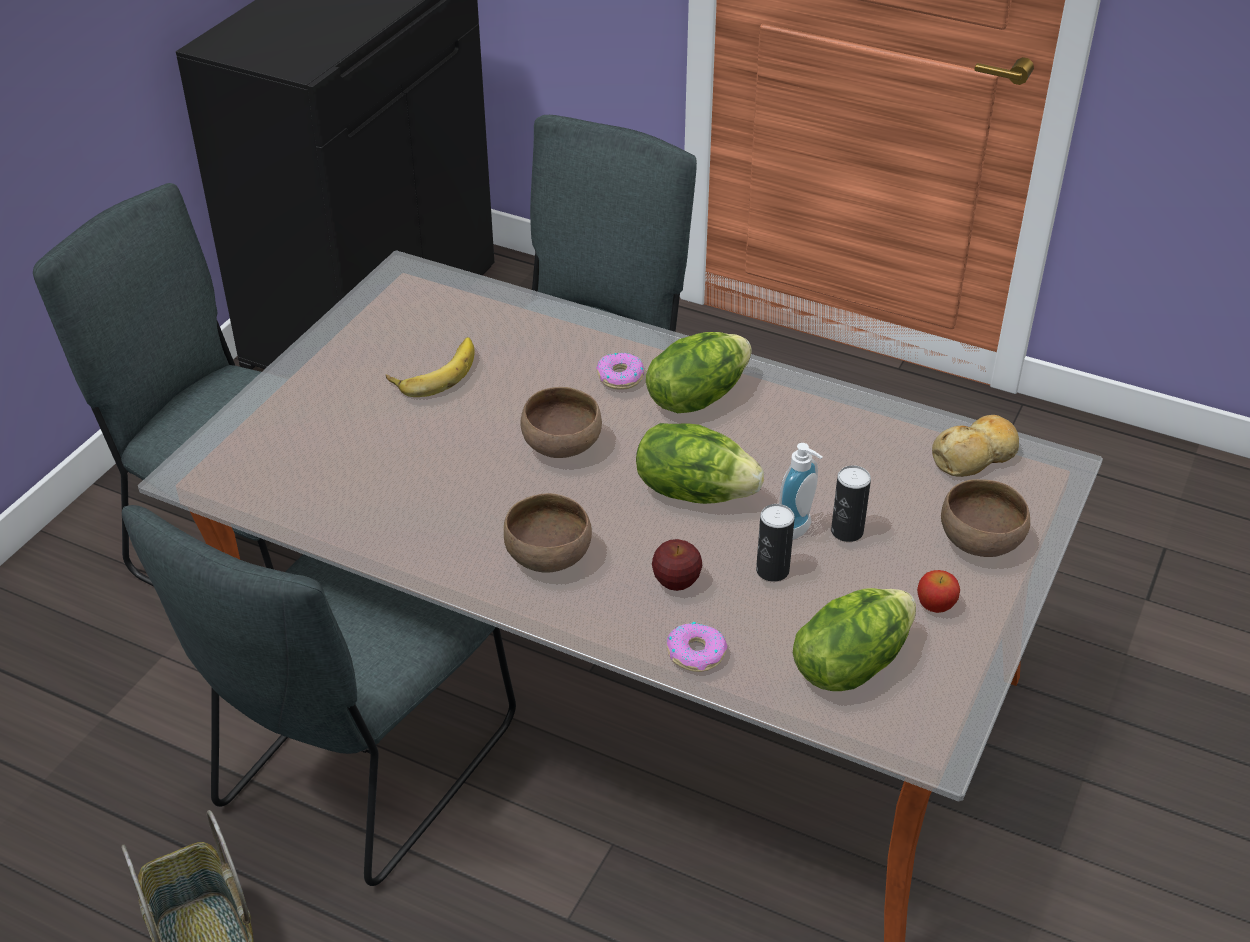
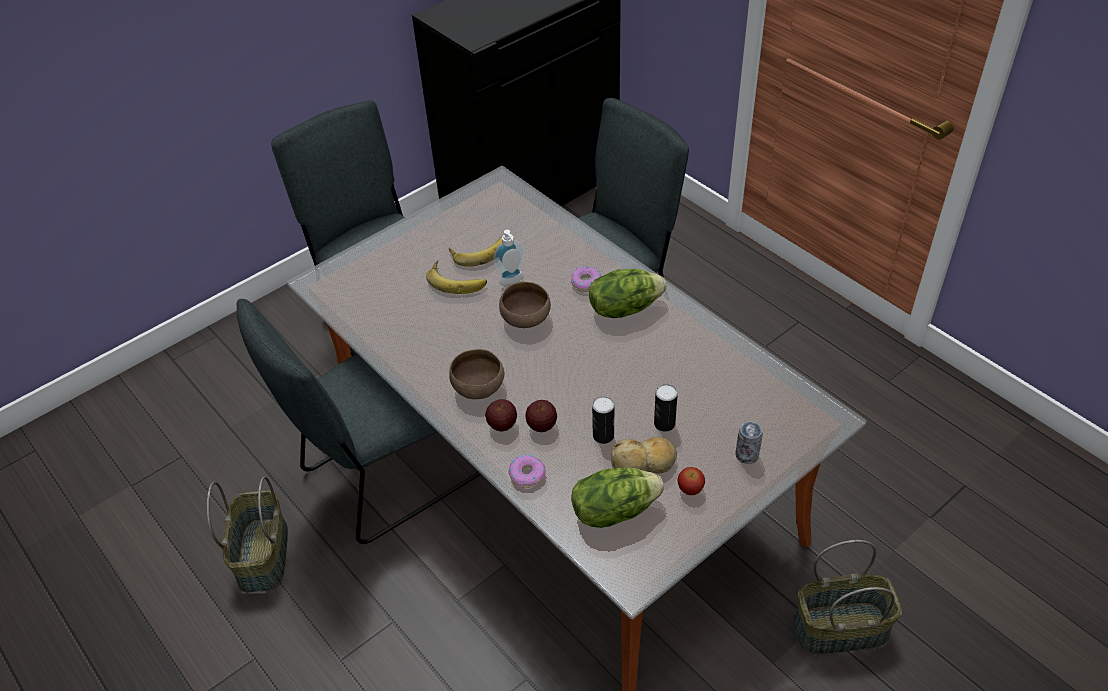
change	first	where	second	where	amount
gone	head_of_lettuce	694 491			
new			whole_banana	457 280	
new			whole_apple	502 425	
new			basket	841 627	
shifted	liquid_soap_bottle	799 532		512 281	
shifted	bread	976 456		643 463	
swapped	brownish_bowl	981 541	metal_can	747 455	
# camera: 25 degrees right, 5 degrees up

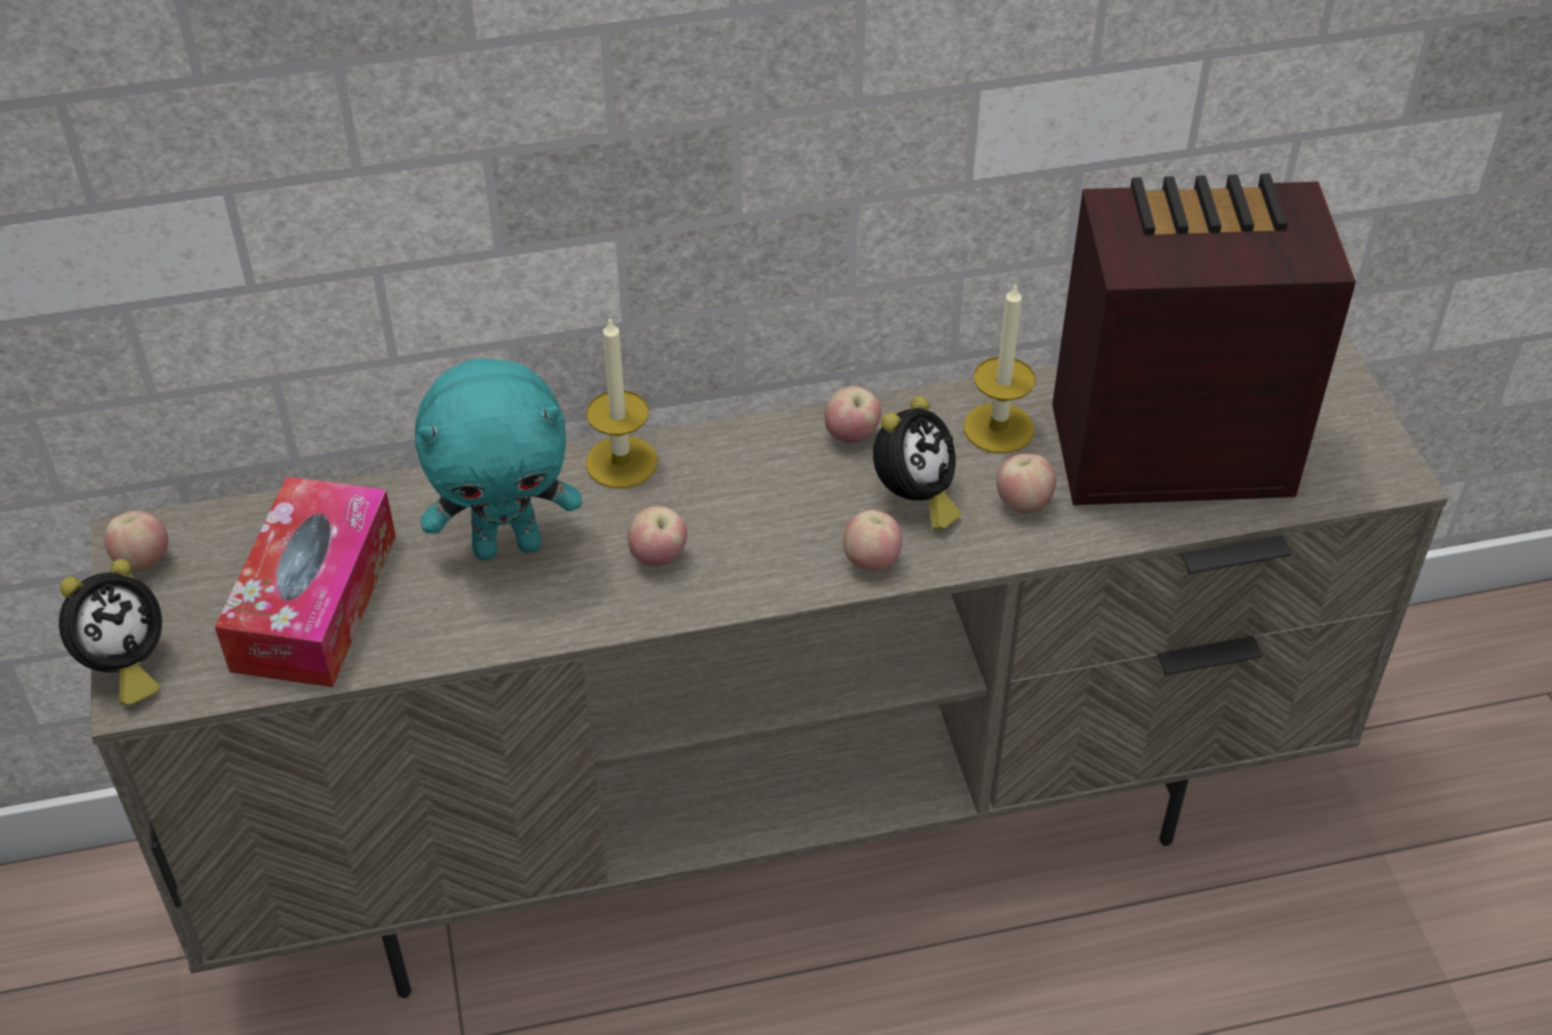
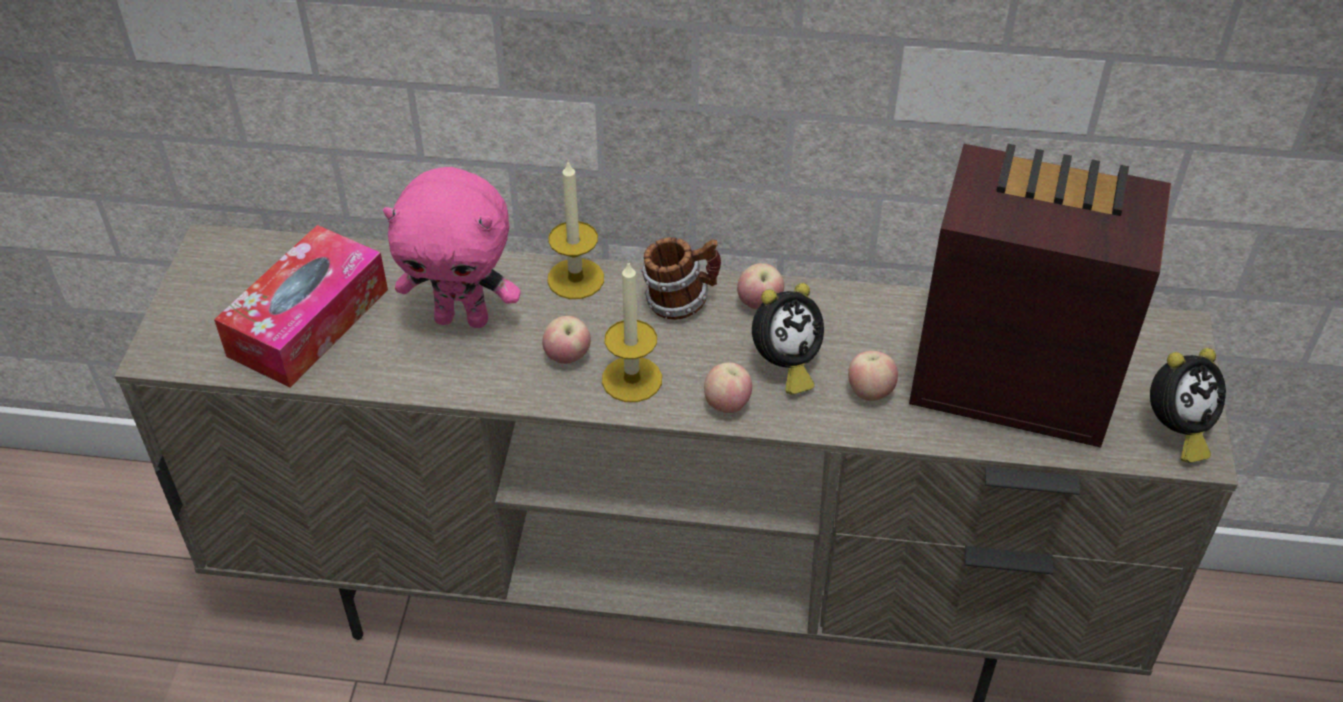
change	first	where	second	where	amount
gone	whole_apple	143 561			
new			coffee_mug	680 301	
shifted	alarm_clock	124 666		1175 430	
shifted	candle	998 428		632 379	
repainted	blue-green_soft_toy	508 545	pink_soft_toy	463 318	
# camera: 20 degrees right, 0 degrees up

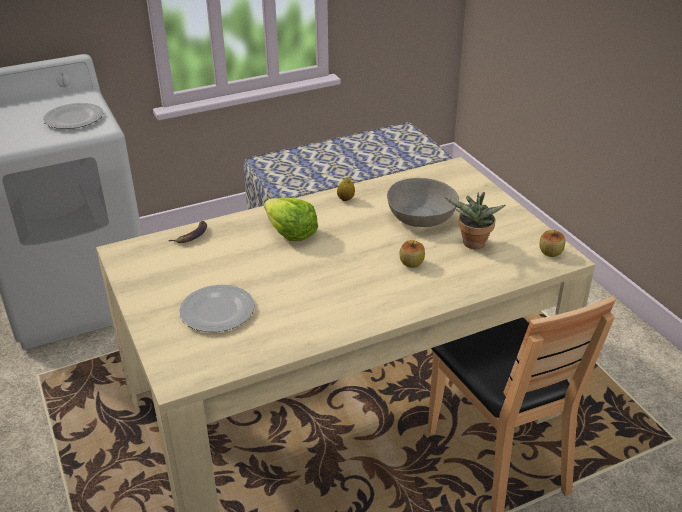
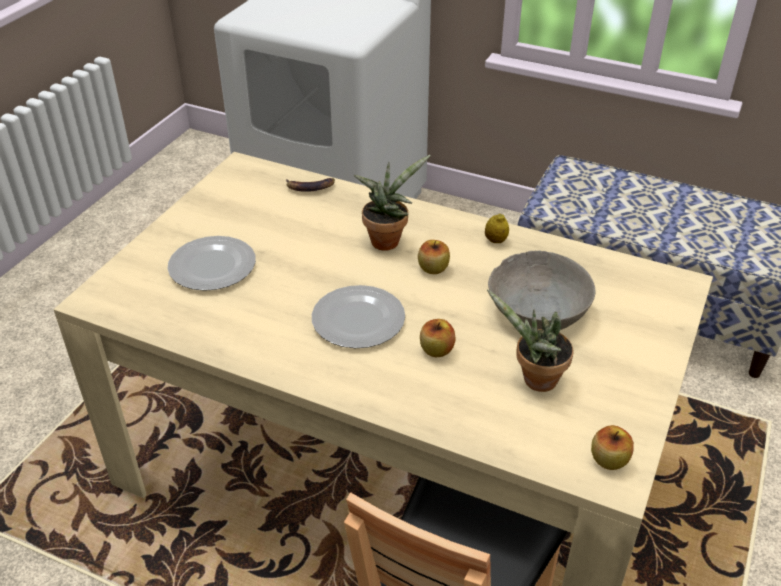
change	first	where	second	where	amount
new			whole_apple	433 268	
shifted	flat_dish	74 118		359 319	
swapped	head_of_lettuce	290 233	houseplant	387 239	
# camera: 50 degrees right, 5 degrees up

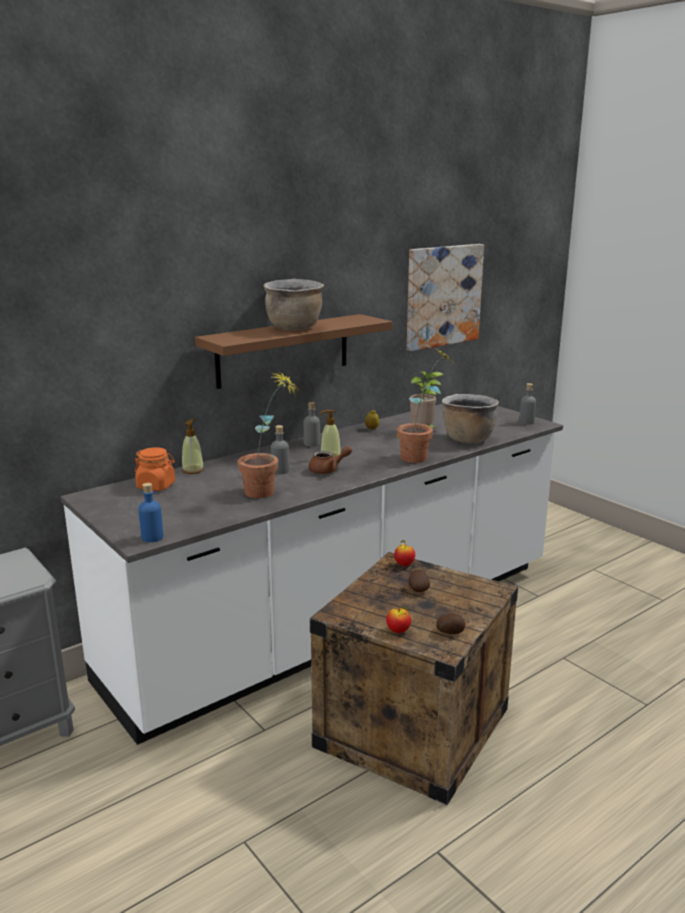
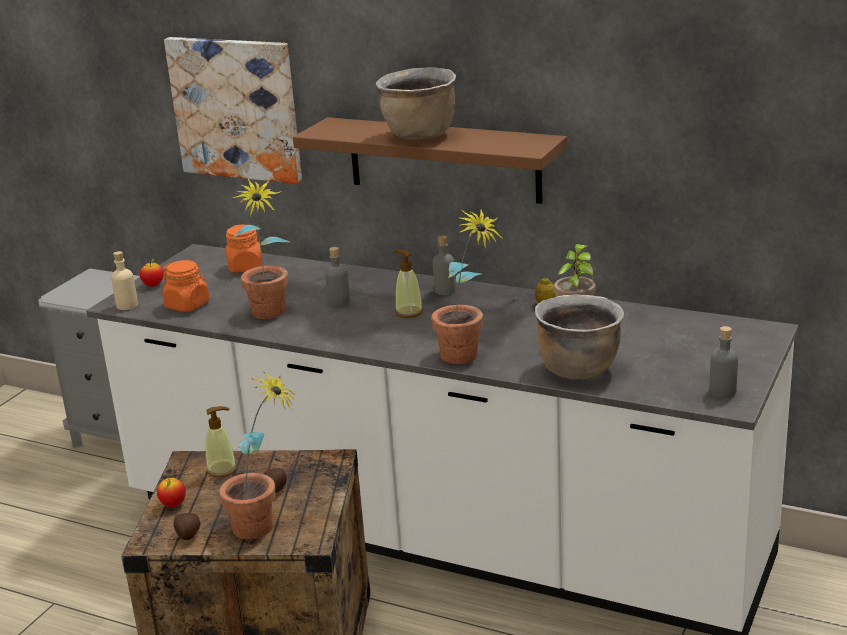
change	first	where	second	where	amount
gone	brownish_tea_pot	328 470			
new			orangey_jar	187 305	
new			houseplant	265 528	
shifted	liquid_soap_bottle	193 470		222 470	
shifted	whole_apple	404 564		153 285	
shifted	wall_picture	442 296		236 108	
repainted	blue_drink_bottle	152 537	beige_drink_bottle	127 305	
# camera: 65 degrees right, 5 degrees up

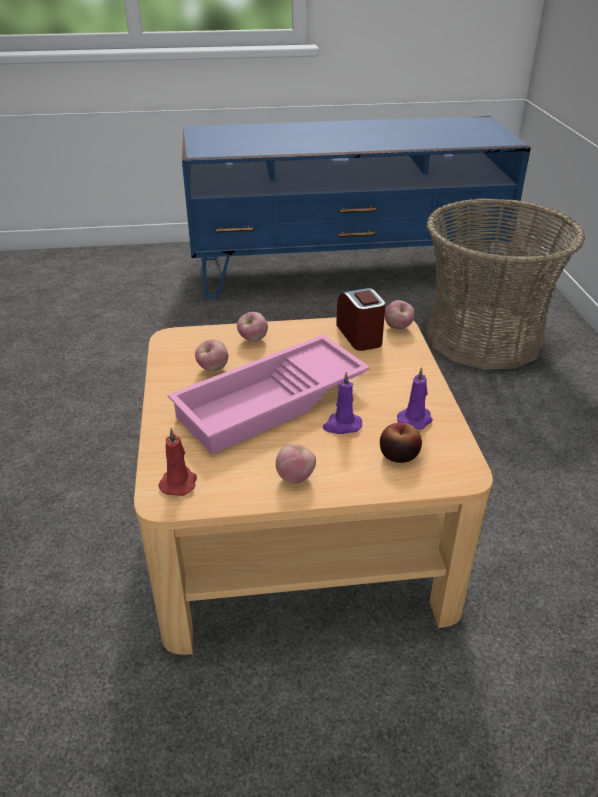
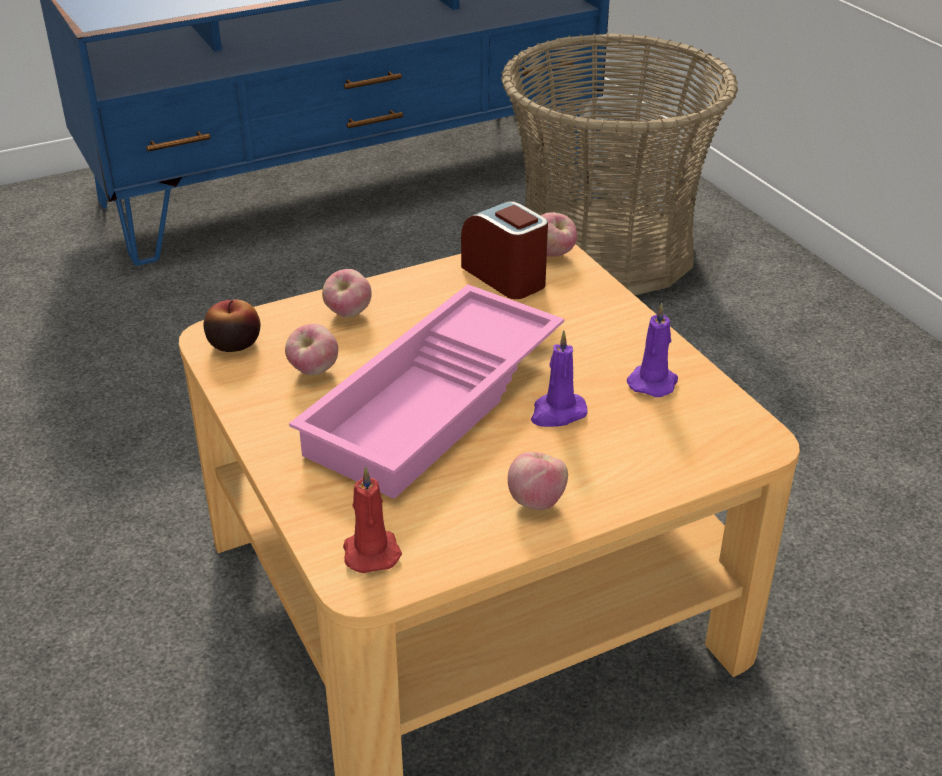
change	first	where	second	where	amount
shifted	whole_apple	399 455		234 343	
# camera: 20 degrees left, 0 degrees up

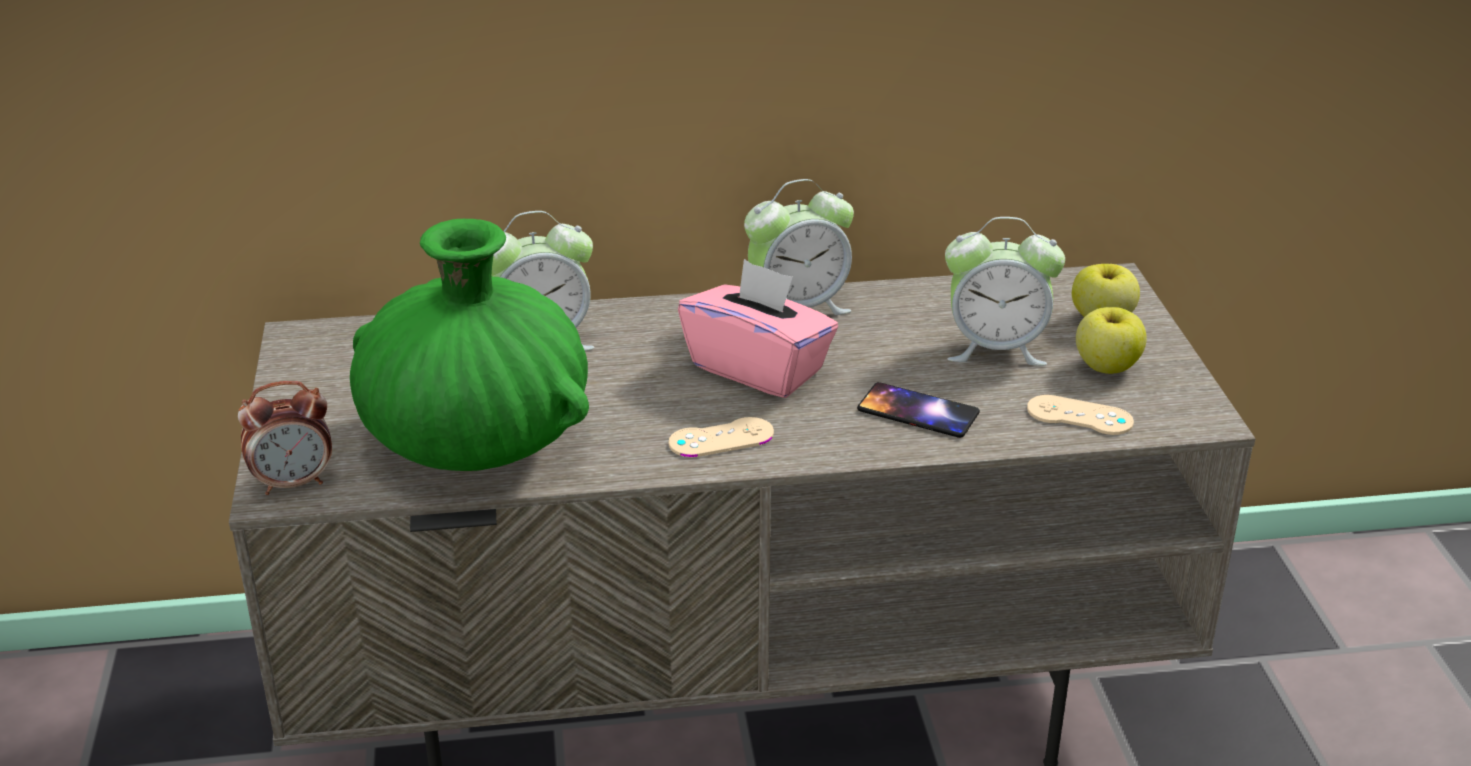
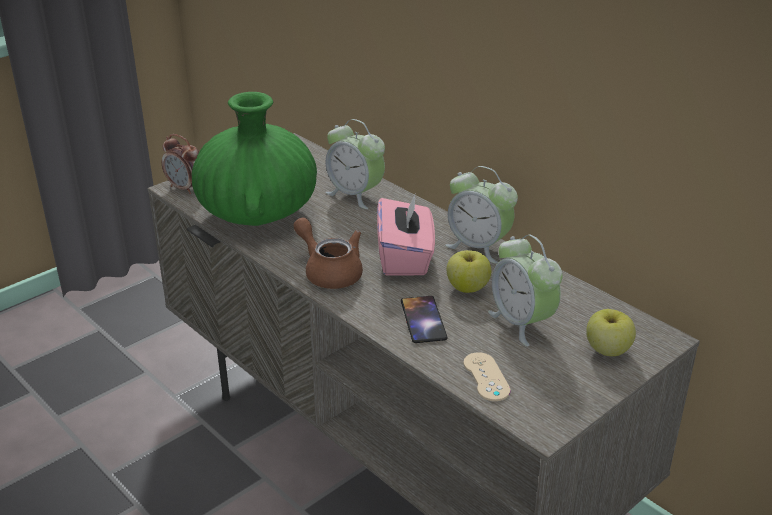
change	first	where	second	where	amount
shifted	whole_apple	1106 366		467 287	
swapped	beige_gamepad	721 438	brownish_tea_pot	329 271	
# camera: 55 degrees right, 0 degrees up

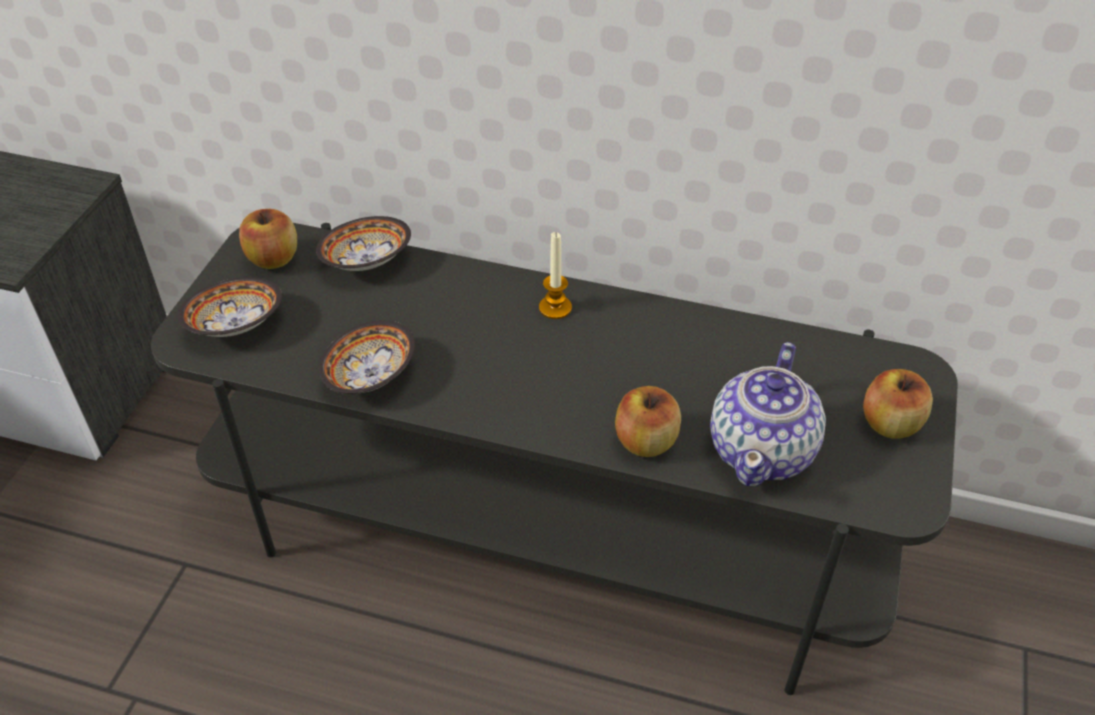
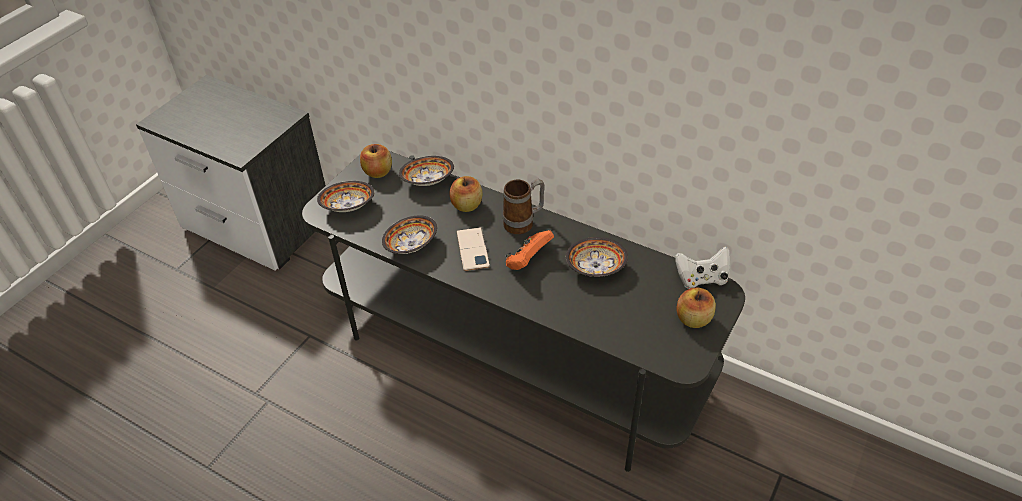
change	first	where	second	where	amount
gone	tea_pot	763 450			
new			phone	472 249	
new			orangey_gamepad	528 261	
new			bowl	595 268	
new			white_gamepad	701 279	
shifted	whole_apple	646 442		466 205	
swapped	candle	555 308	coffee_mug	524 223	
# camera: 15 degrees right, 0 degrees up

